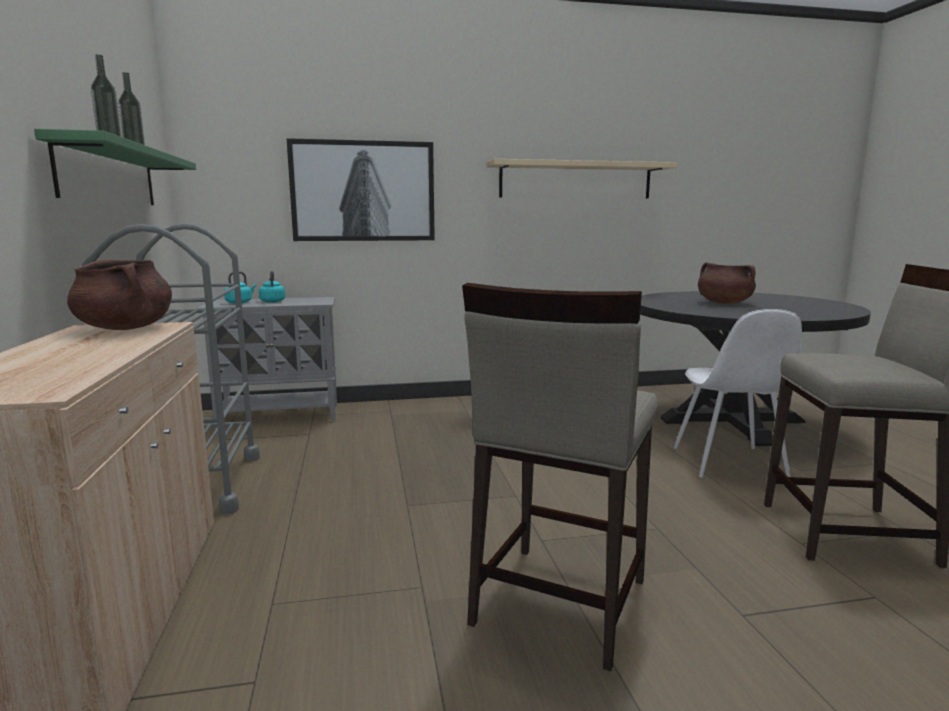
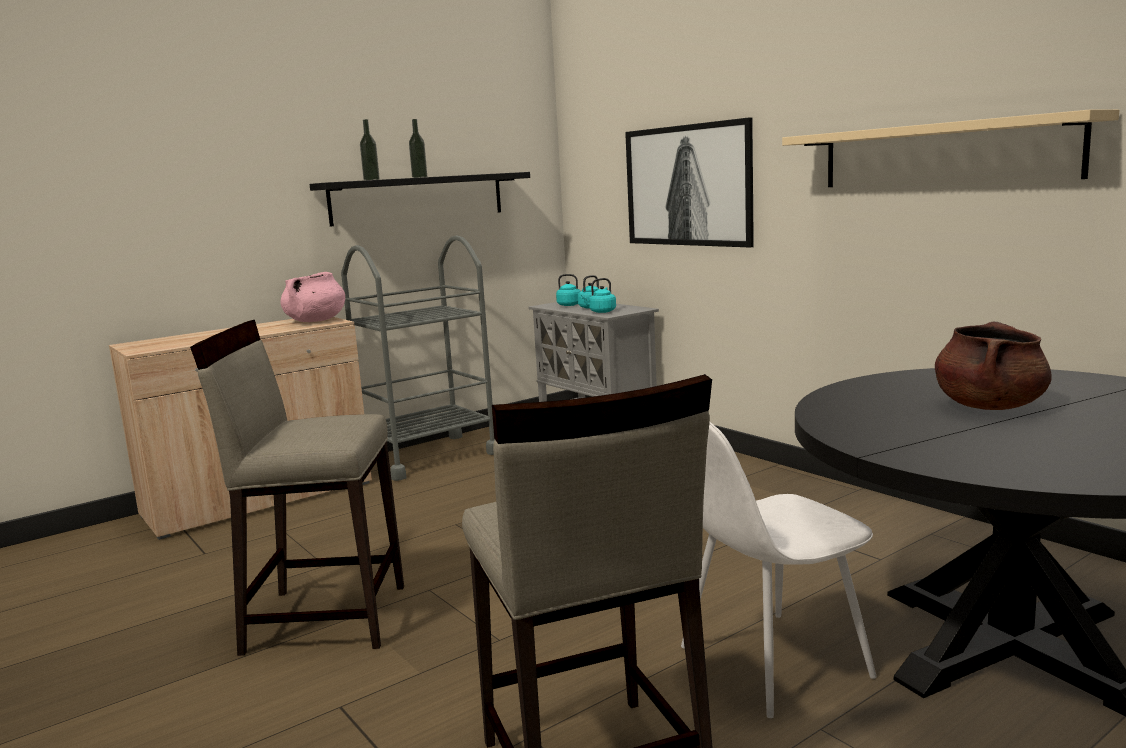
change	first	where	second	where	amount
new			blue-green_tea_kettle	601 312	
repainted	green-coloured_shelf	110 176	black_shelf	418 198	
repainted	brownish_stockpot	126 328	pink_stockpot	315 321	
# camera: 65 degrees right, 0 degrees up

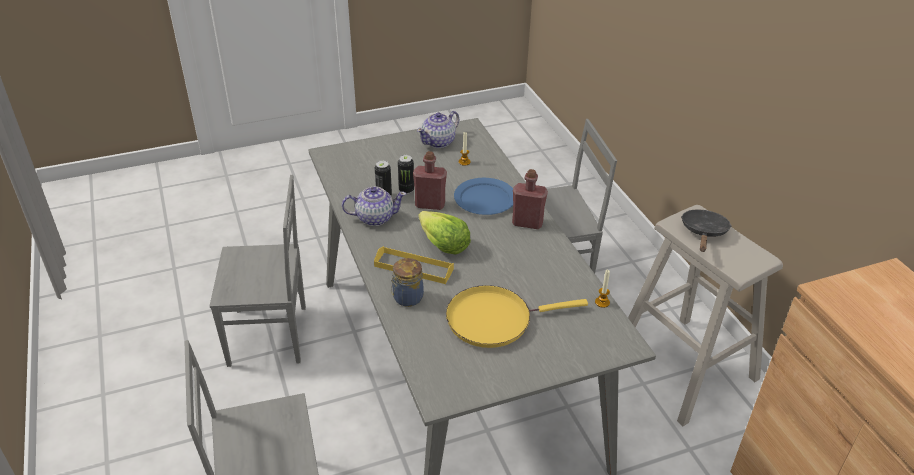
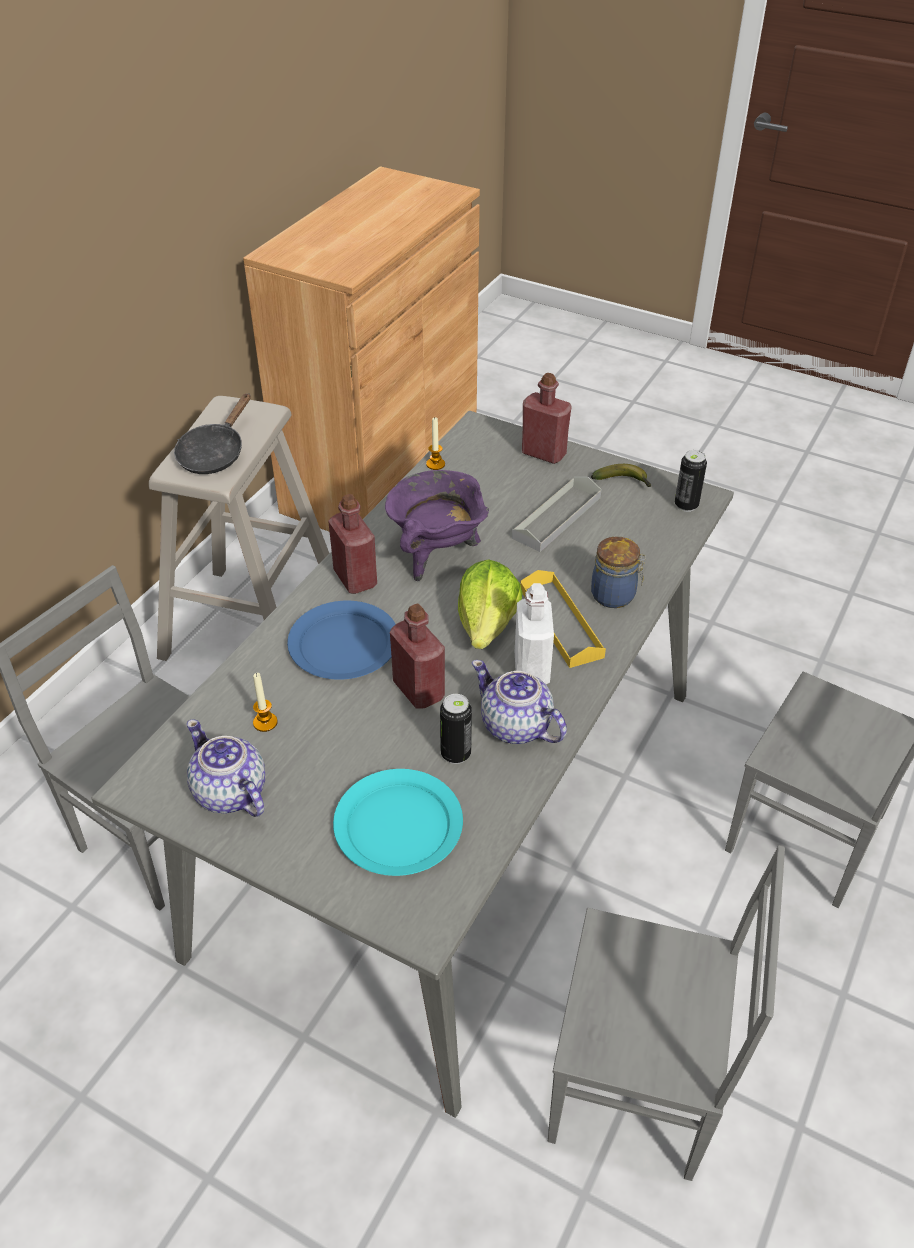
change	first	where	second	where	amount
new			blue-green_flat_dish	399 826	
new			purple_stockpot	437 555	
new			white_drink_bottle	531 669	
new			red-coloured_drink_bottle	543 453	
new			whole_banana	624 482	
shifted	metal_can	406 190		686 505	
swapped	yellowish_frying_pan	494 319	greyish_serving_tray	557 517	
rotated	greyish_chair	269 336		634 1087	150 degrees clockwise
rotated	tea_pot	439 142		230 793	135 degrees counterclockwise
rotated	black_frying_pan	703 232		214 454	45 degrees counterclockwise
# camera: 130 degrees left, 5 degrees up

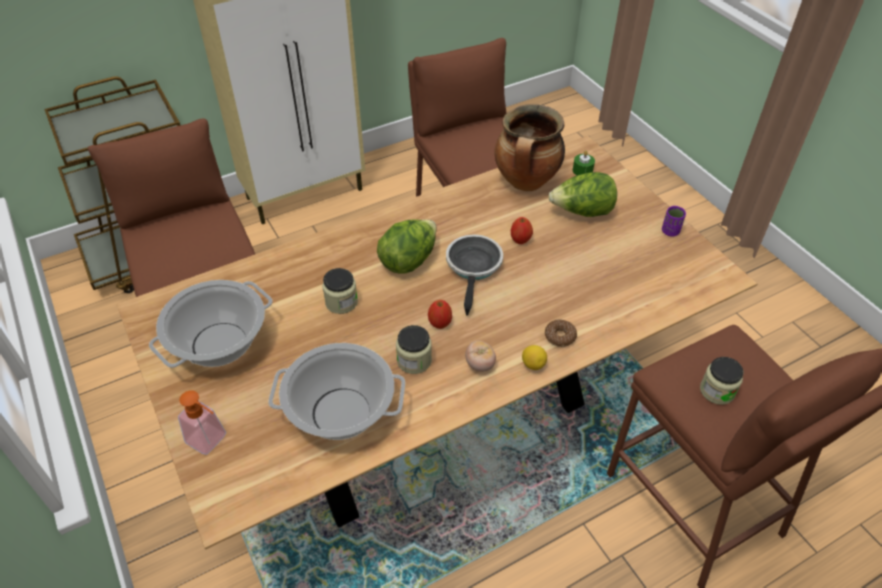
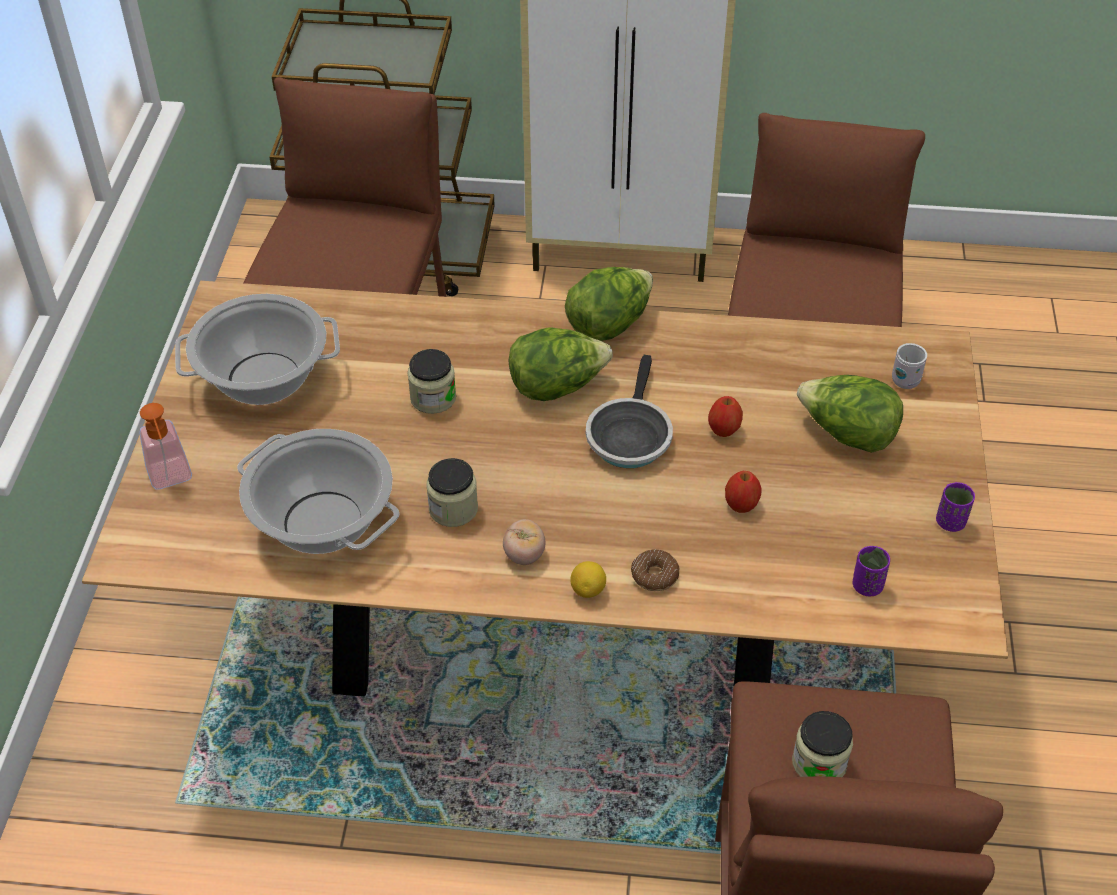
change	first	where	second	where	amount
gone	stockpot	526 183			
new			head_of_lettuce	609 324	
new			purple_cup	867 586	
shifted	whole_apple	440 323		741 505	
swapped	green-coloured_candle	582 170	white_coffee_mug	907 378	
rotated	frying_pan	474 267		629 436	150 degrees clockwise
# camera: 35 degrees right, 0 degrees up

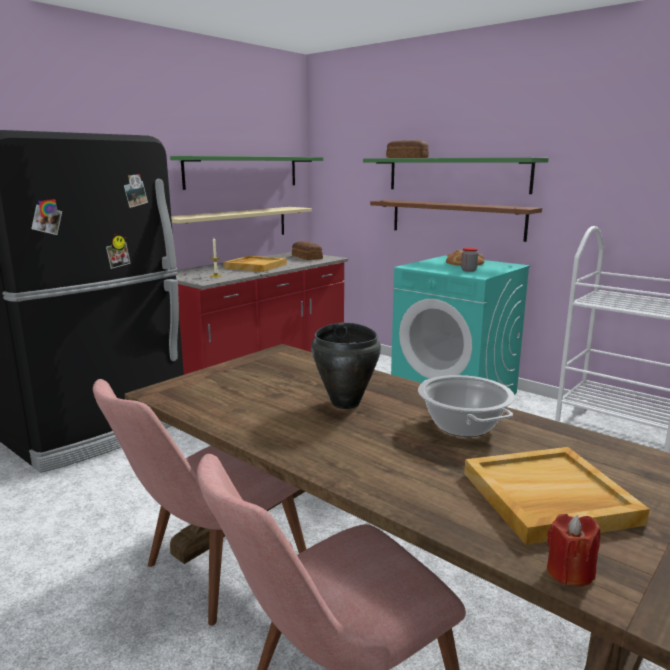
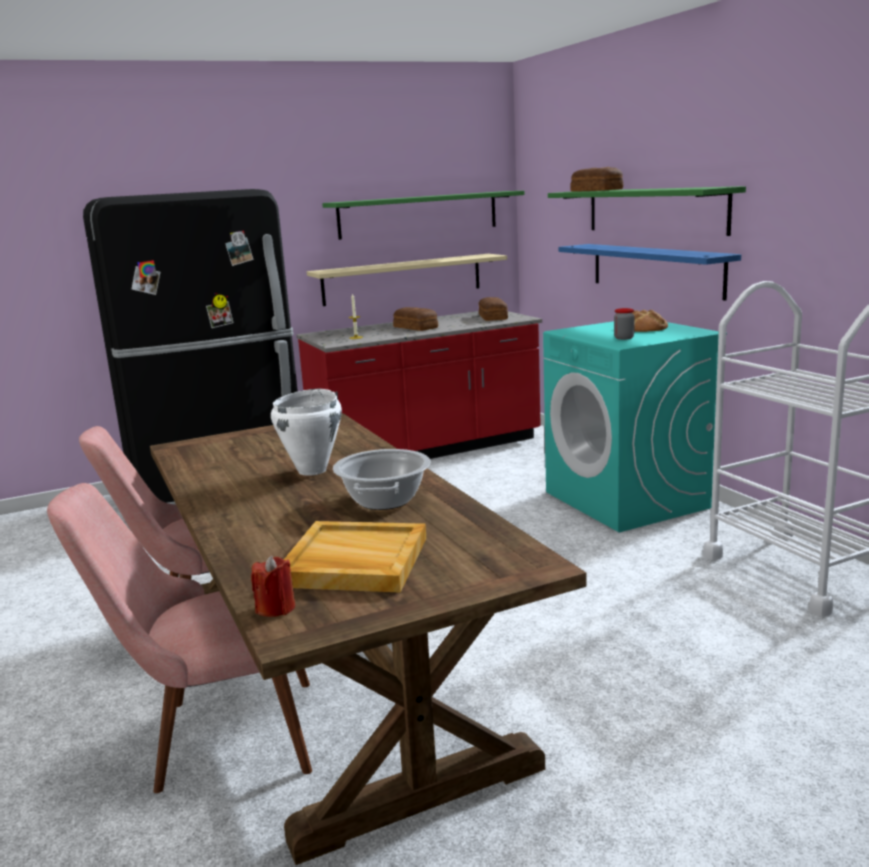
change	first	where	second	where	amount
swapped	beige_serving_tray	255 266	bread	415 327	
repainted	black_stockpot	346 403	white_stockpot	313 470	
repainted	brownish_shelf	456 219	blue_shelf	655 269	
# camera: 25 degrees right, 0 degrees up

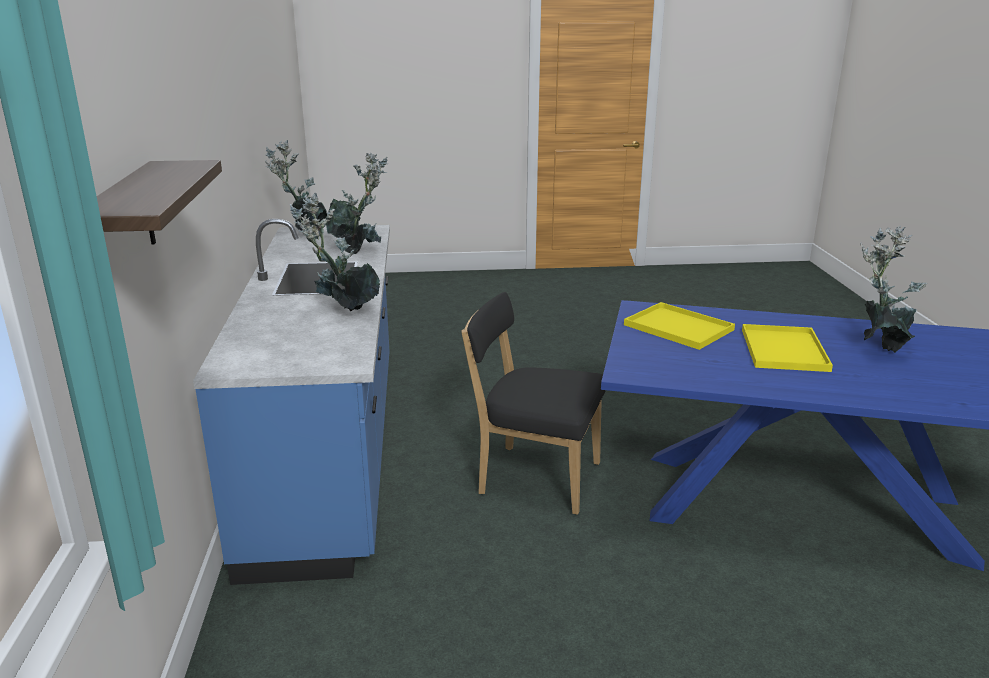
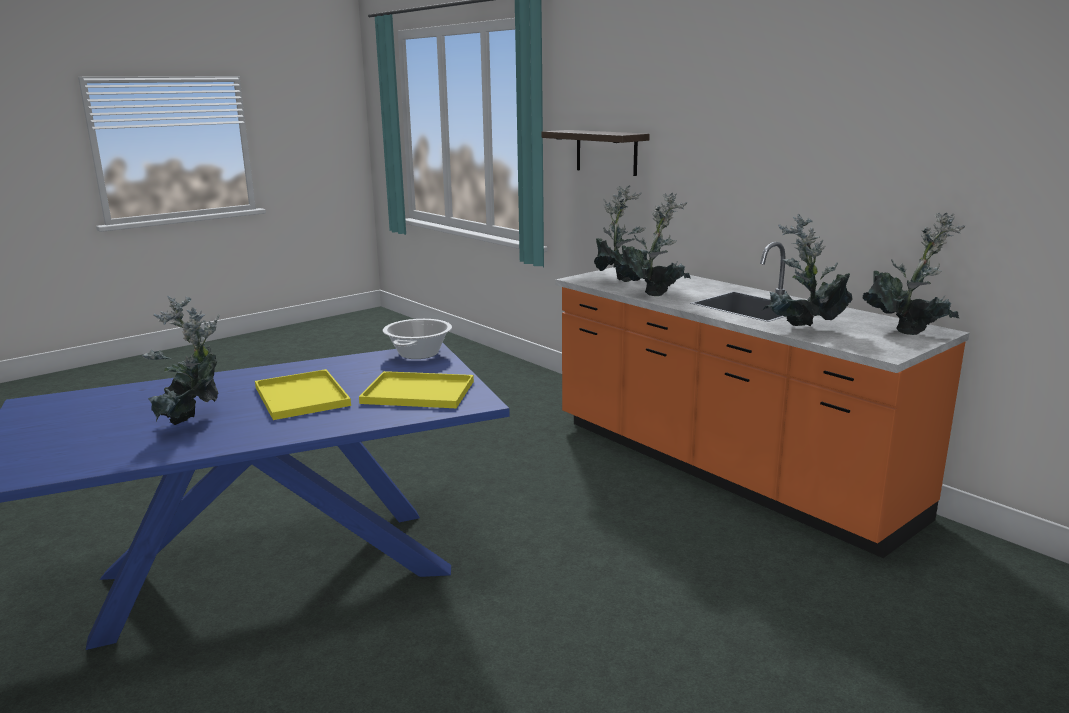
change	first	where	second	where	amount
gone	black_chair	533 477			
new			stockpot	418 354	
new			houseplant	620 279	
repainted	blue_counter	331 452	orangey_counter	724 469	
# camera: 145 degrees right, 5 degrees down

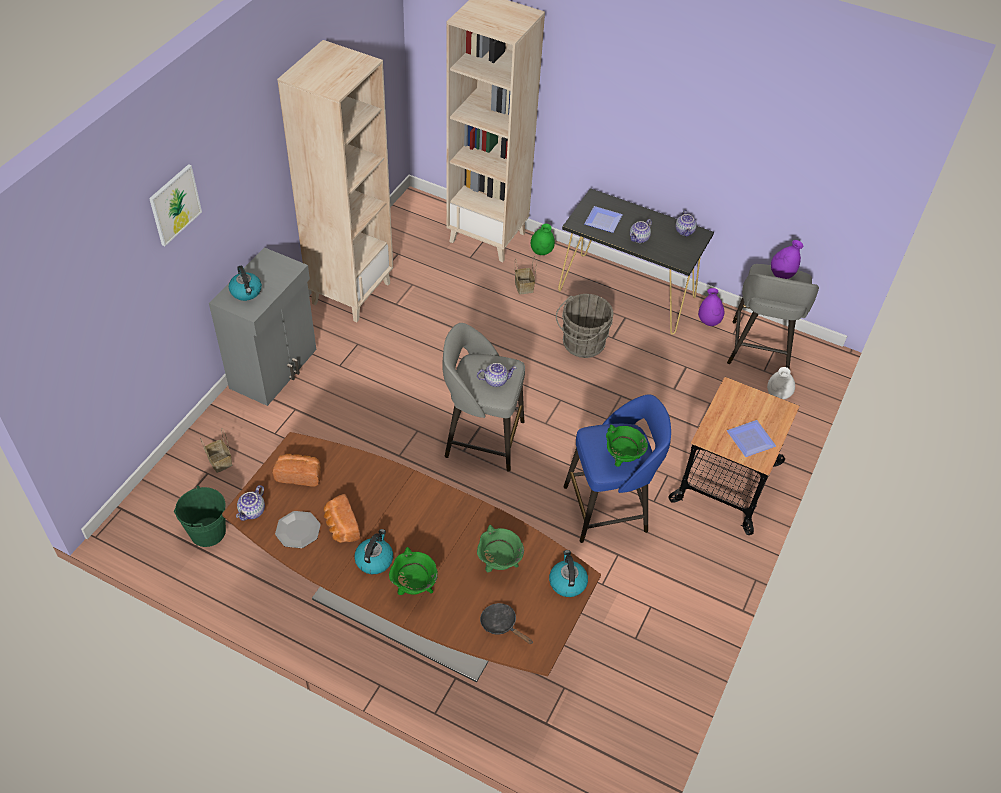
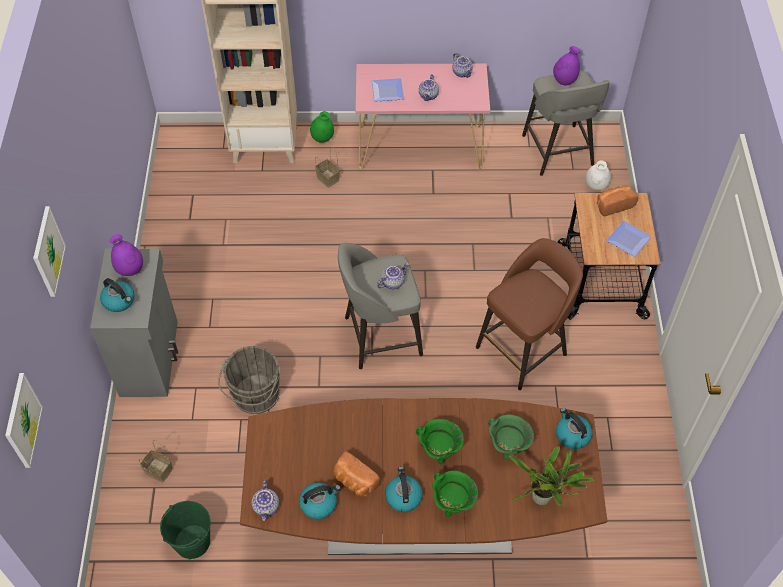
change	first	where	second	where	amount
gone	beige_shelving_unit	351 292			
new			wall_picture	22 420	
shifted	bread	299 475		613 205	
shifted	greyish_pail	581 344		255 397	
shifted	green-coloured_stockpot	622 458		439 451	
shifted	purple_decorative_vase	708 322		130 270	
swapped	flat_dish	298 530	tea_kettle	319 503	
swapped	black_frying_pan	501 624	houseplant	544 498	
repainted	black_console_table	627 294	pink_console_table	420 147	
repainted	blue_sitting_stool	608 508	brownish_sitting_stool	523 349	
# camera: 25 degrees left, 5 degrees up

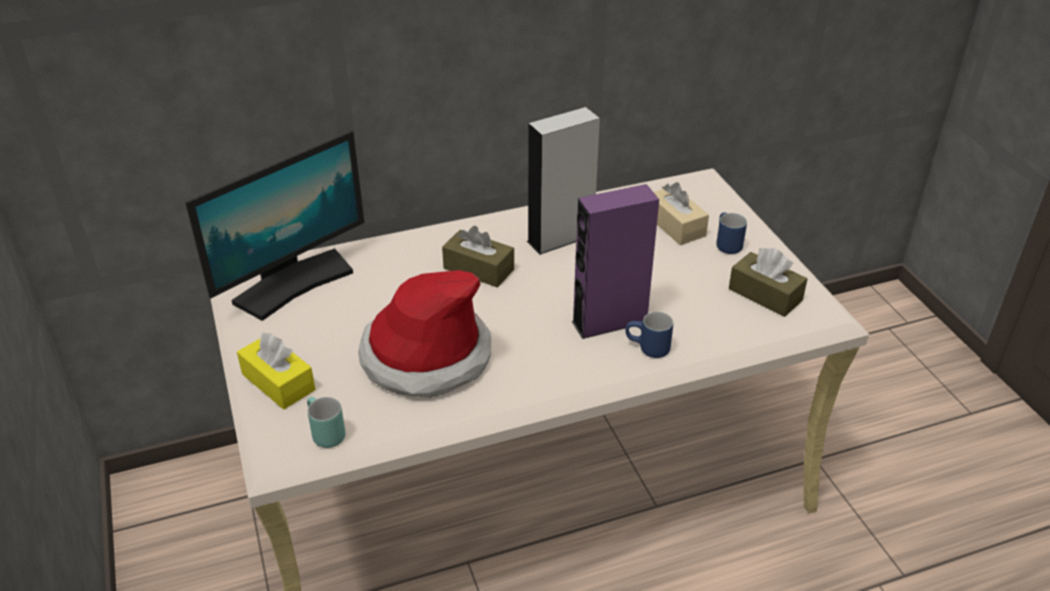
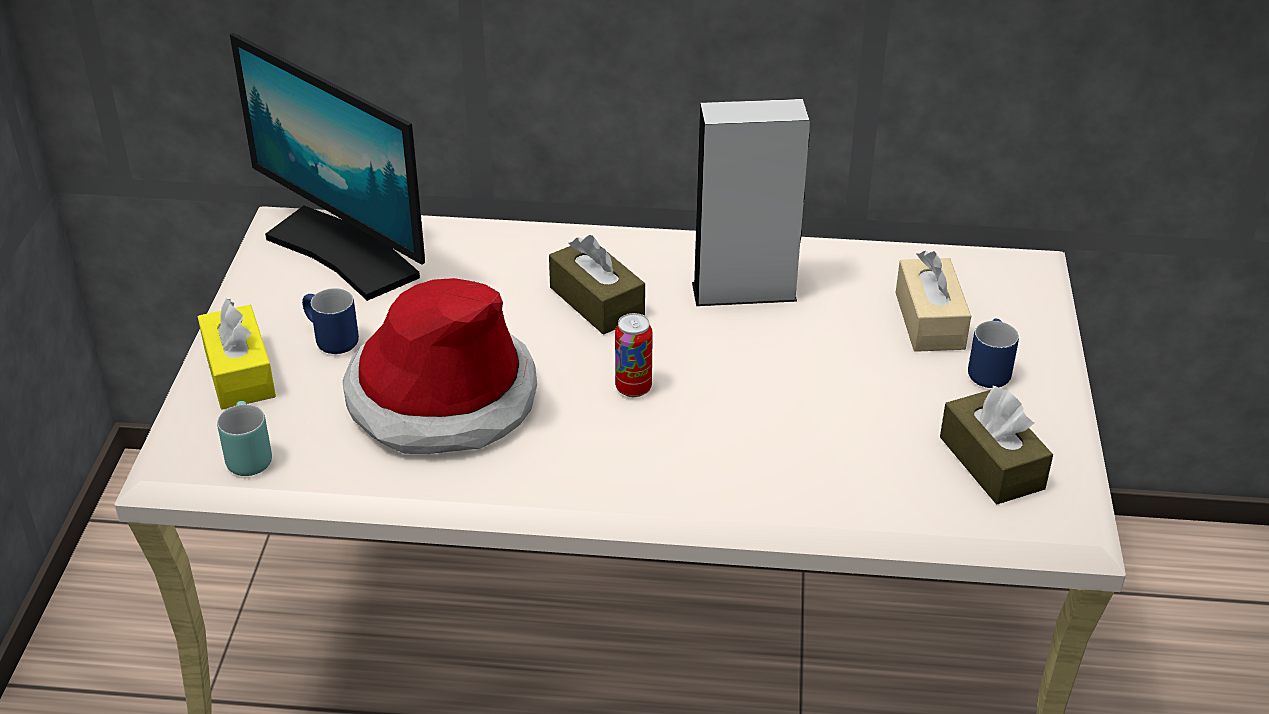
change	first	where	second	where	amount
gone	purple_audio_speaker	609 322			
new			metal_can	633 388	
shifted	blue_coffee_mug	647 350		328 340	
rotated	monitor	293 283		345 252	60 degrees clockwise
# camera: 25 degrees right, 0 degrees up

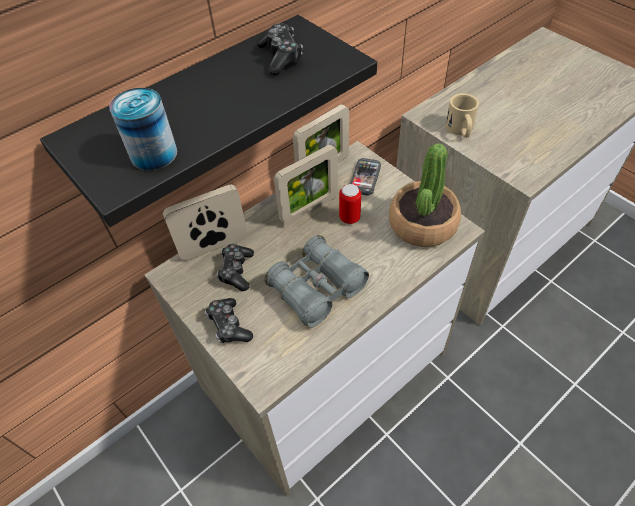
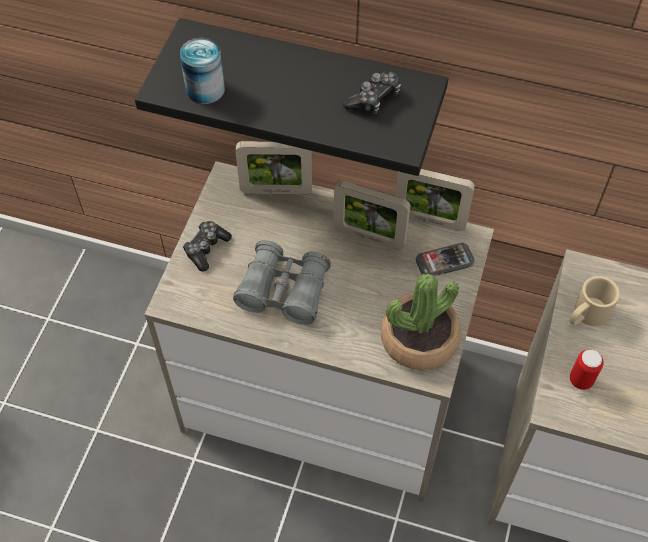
change	first	where	second	where	amount
gone	gamepad	236 271			
shifted	metal_can	349 218		581 380	
rotated	picture_frame	214 246		276 190	150 degrees clockwise
# camera: 55 degrees right, 5 degrees up

